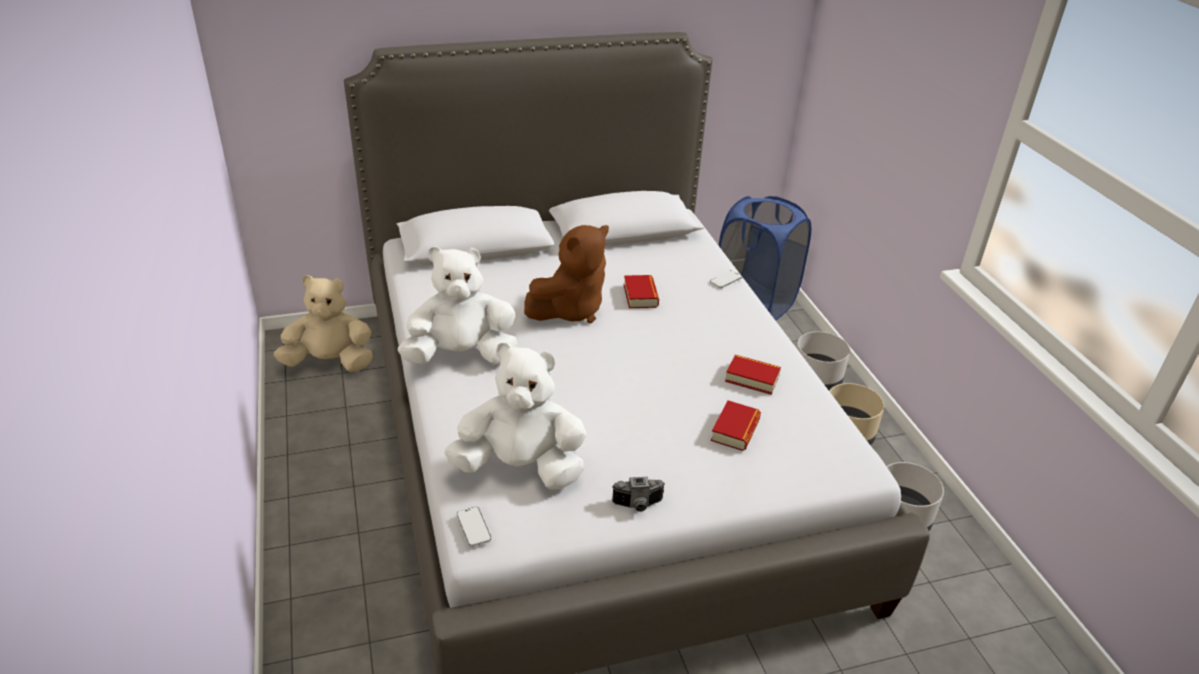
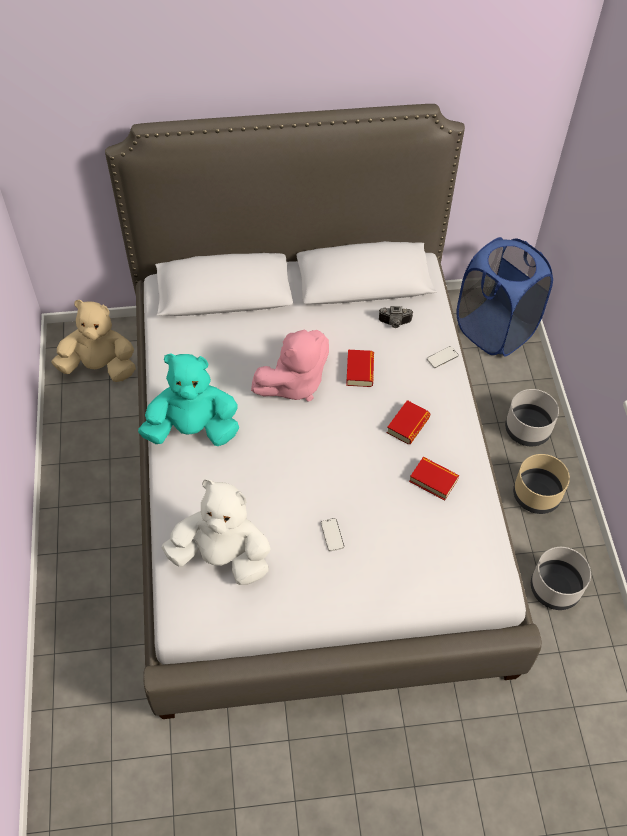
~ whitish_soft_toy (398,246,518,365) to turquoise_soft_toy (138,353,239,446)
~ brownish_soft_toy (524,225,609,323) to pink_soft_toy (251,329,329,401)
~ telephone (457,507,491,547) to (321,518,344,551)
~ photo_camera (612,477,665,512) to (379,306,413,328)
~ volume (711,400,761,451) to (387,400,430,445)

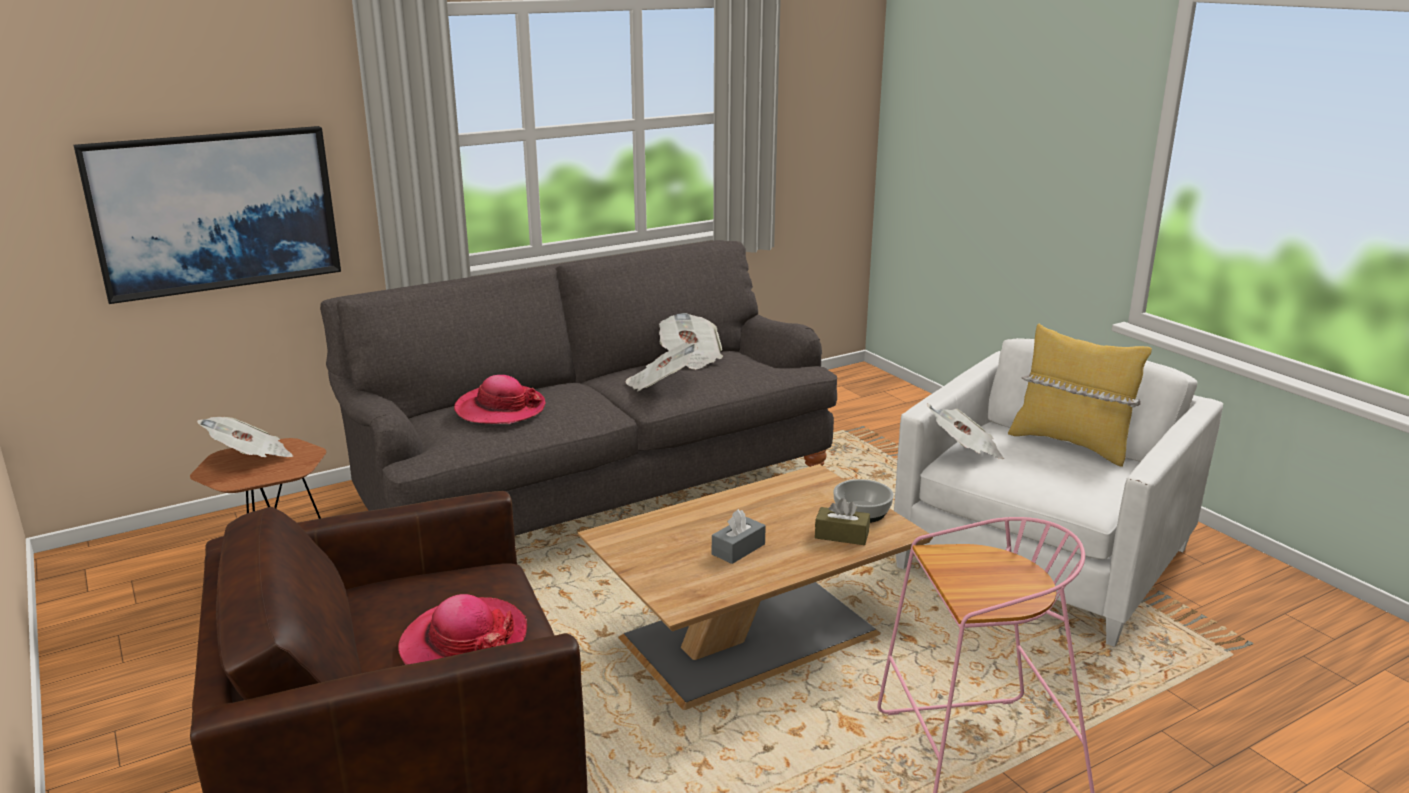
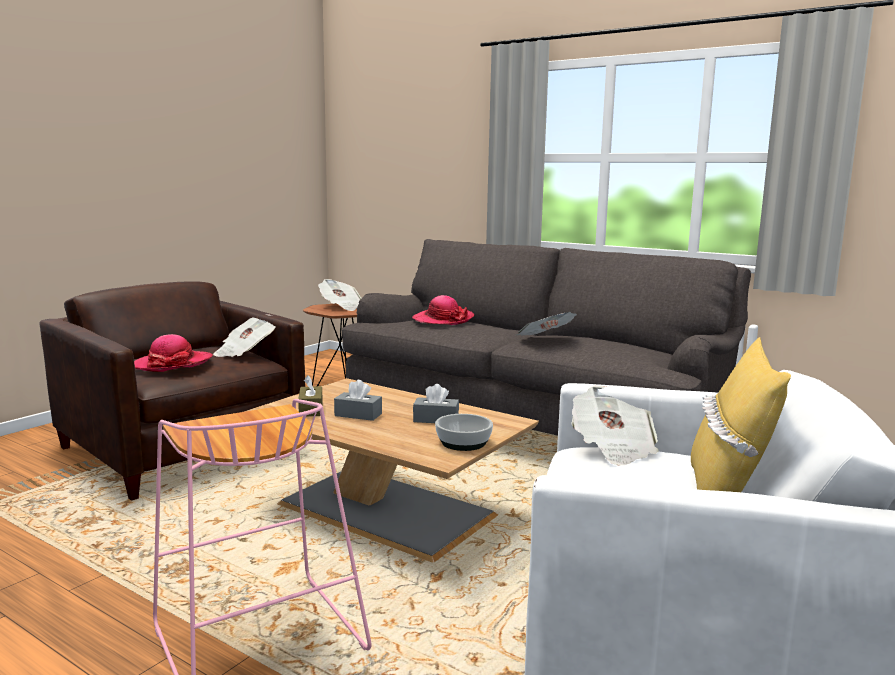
~ printed_paper (659,313,723,370) to (213,314,275,357)
~ brownish_tissue_holder (815,498,870,545) to (298,375,323,416)
+ gray_tissue_holder (413,384,459,423)
- wall_picture (73,126,341,304)

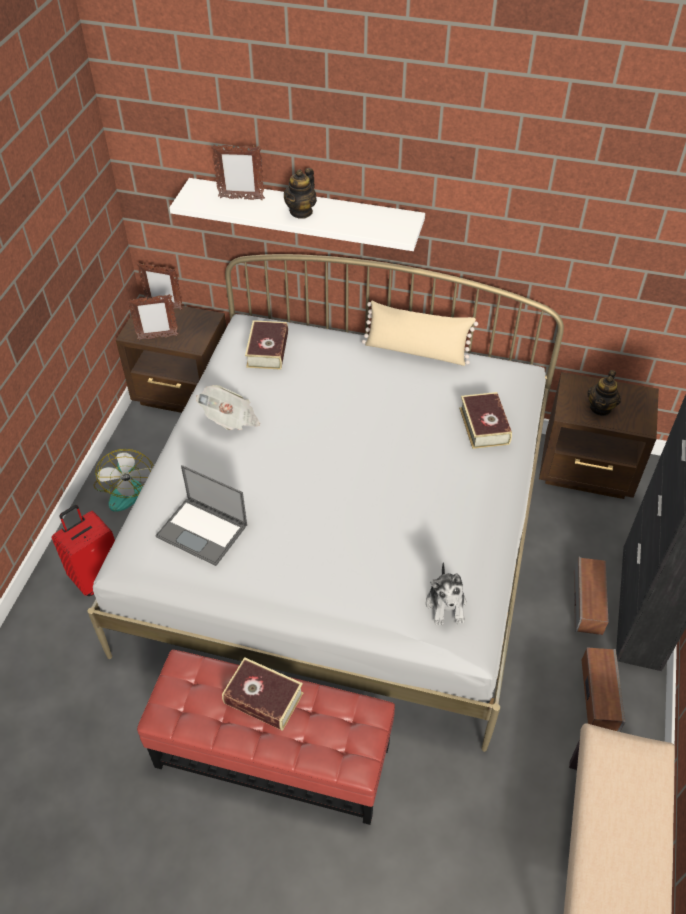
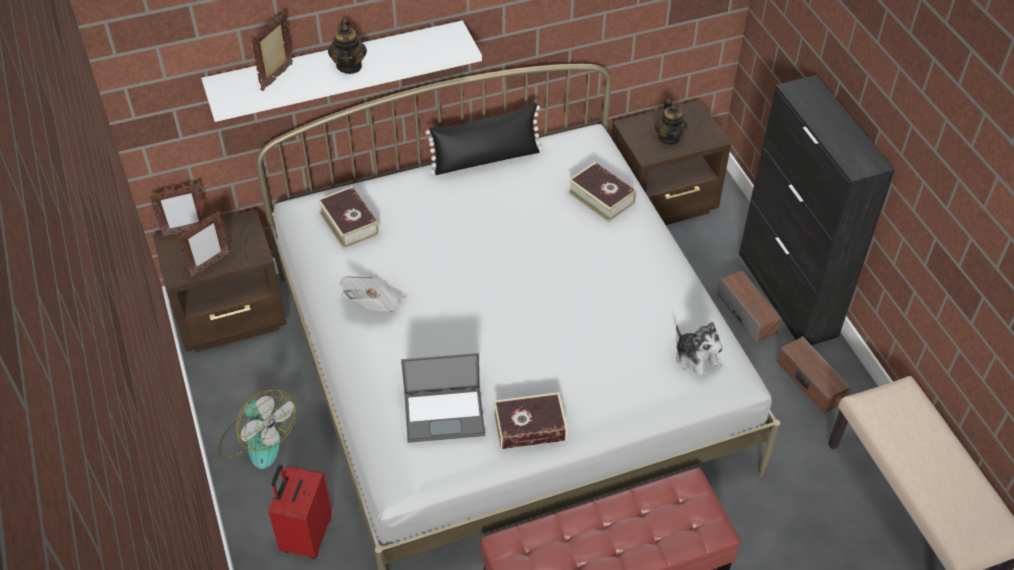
~ picture_frame (211,145,265,200) = (251,11,293,91) 150 degrees clockwise
~ beige_throw_pillow (362,301,478,366) to black_throw_pillow (425,103,543,175)
~ volume (222,657,303,731) to (494,392,568,449)

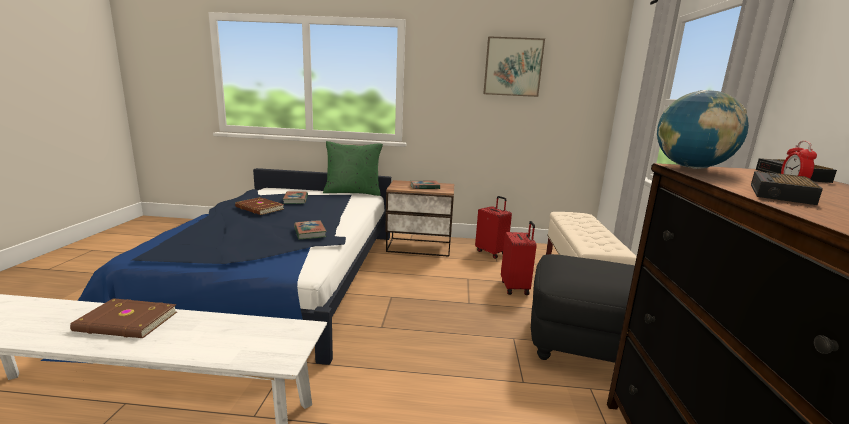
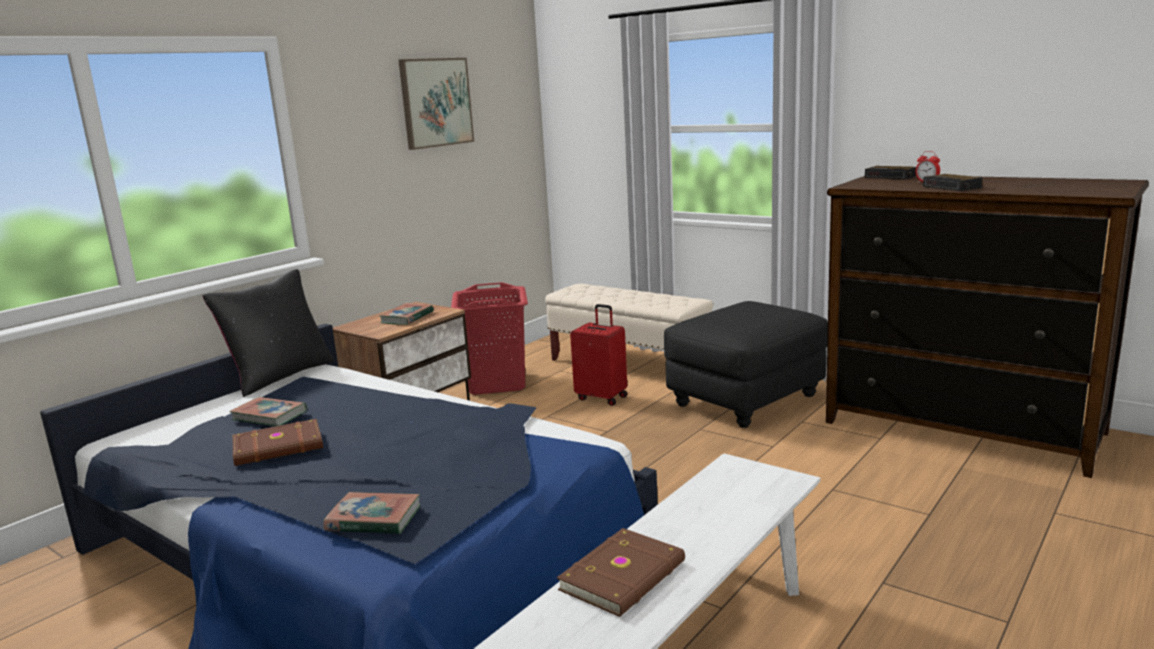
~ greenish_throw_pillow (323,141,383,196) to black_throw_pillow (203,269,334,397)
~ volume (294,220,327,240) to (323,492,421,534)
~ reddish_suitcase (475,196,512,259) to reddish_washing_basket (451,282,528,395)
- globe (657,90,749,169)

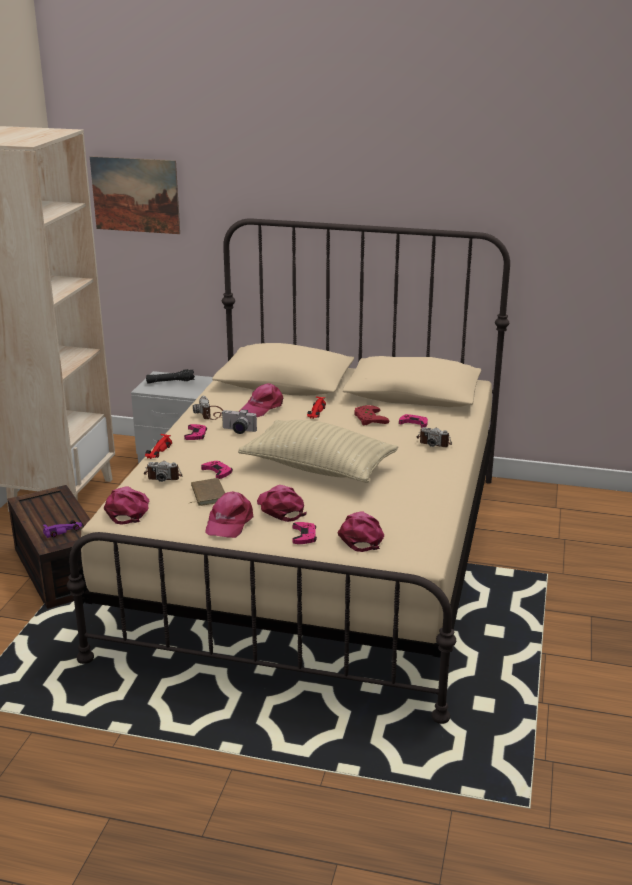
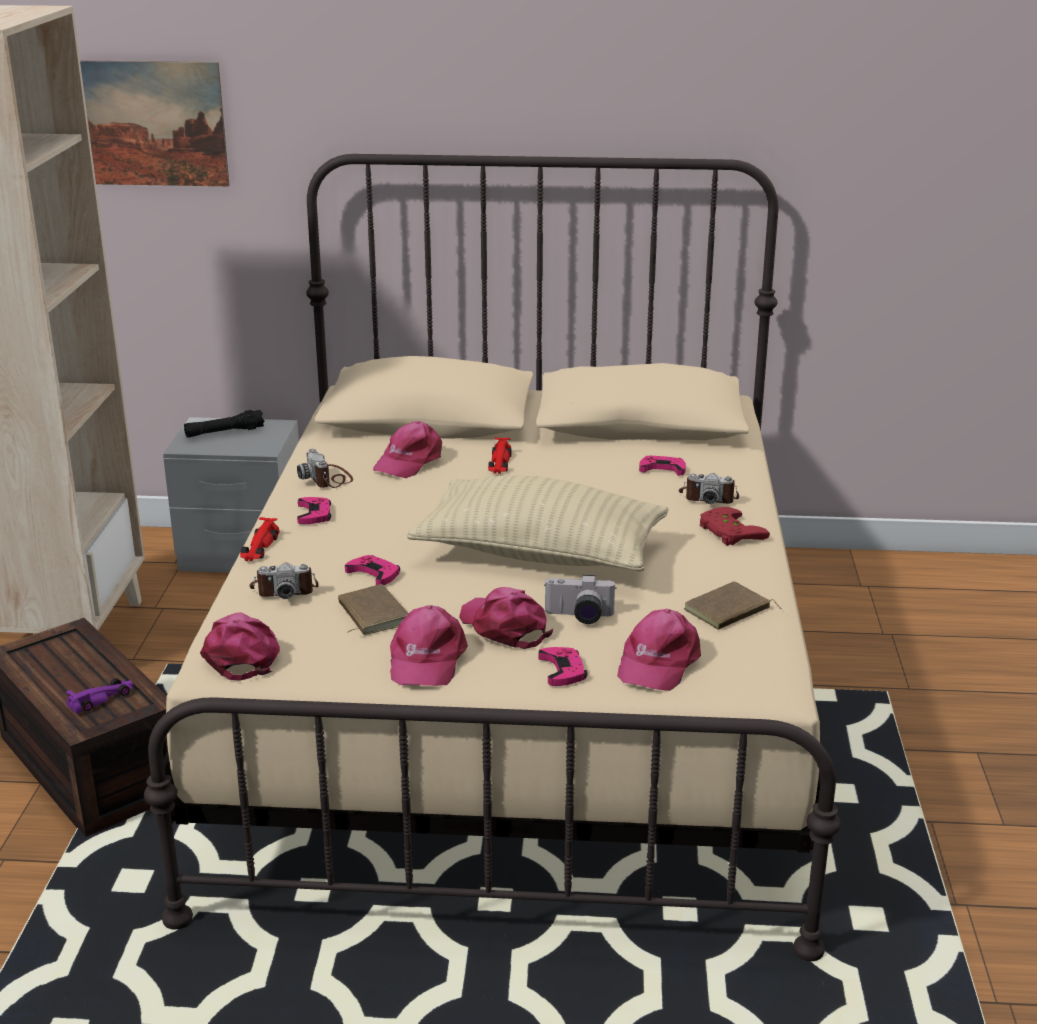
~ photo_camera (221,410,257,434) to (544,575,616,624)
~ pink_cap (337,511,384,552) = (617,609,701,691) 150 degrees counterclockwise
+ brownish_volume (684,581,781,630)
~ reddish_game_controller (354,405,390,426) to (700,507,770,546)

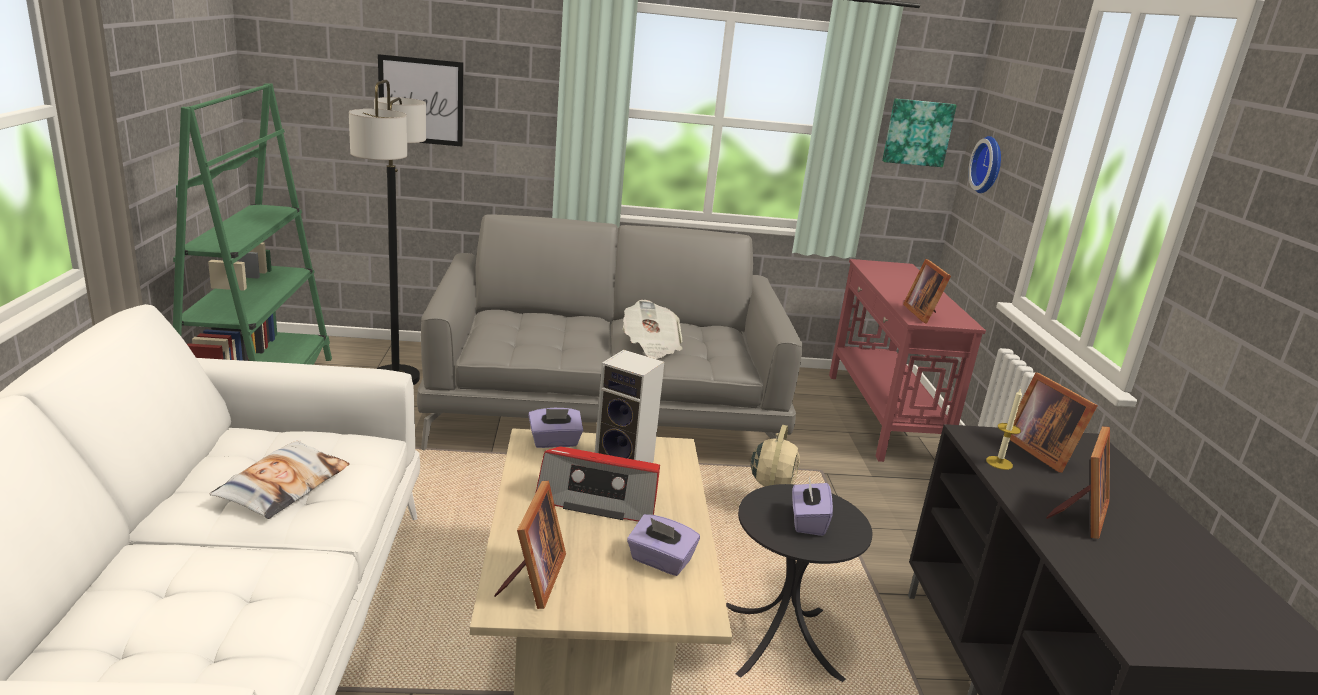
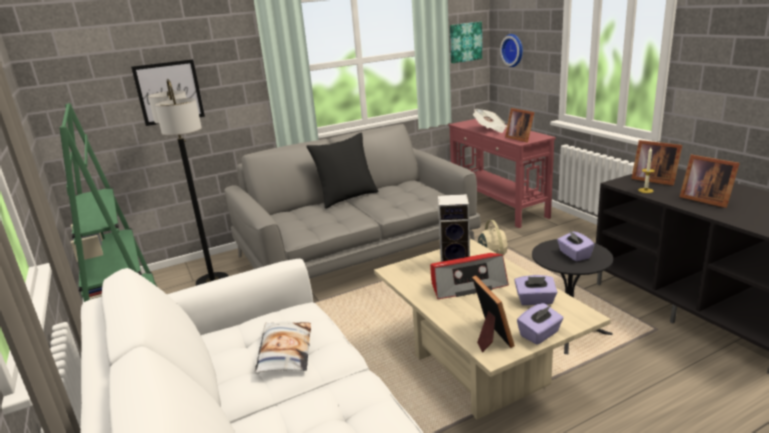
+ black_throw_pillow (307,132,378,209)
~ printed_paper (622,300,682,359) to (473,109,507,133)
~ purplish_tissue_holder (528,408,583,448) to (517,303,564,345)
~ picture_frame (1046,426,1110,539) = (679,155,740,208) 135 degrees clockwise

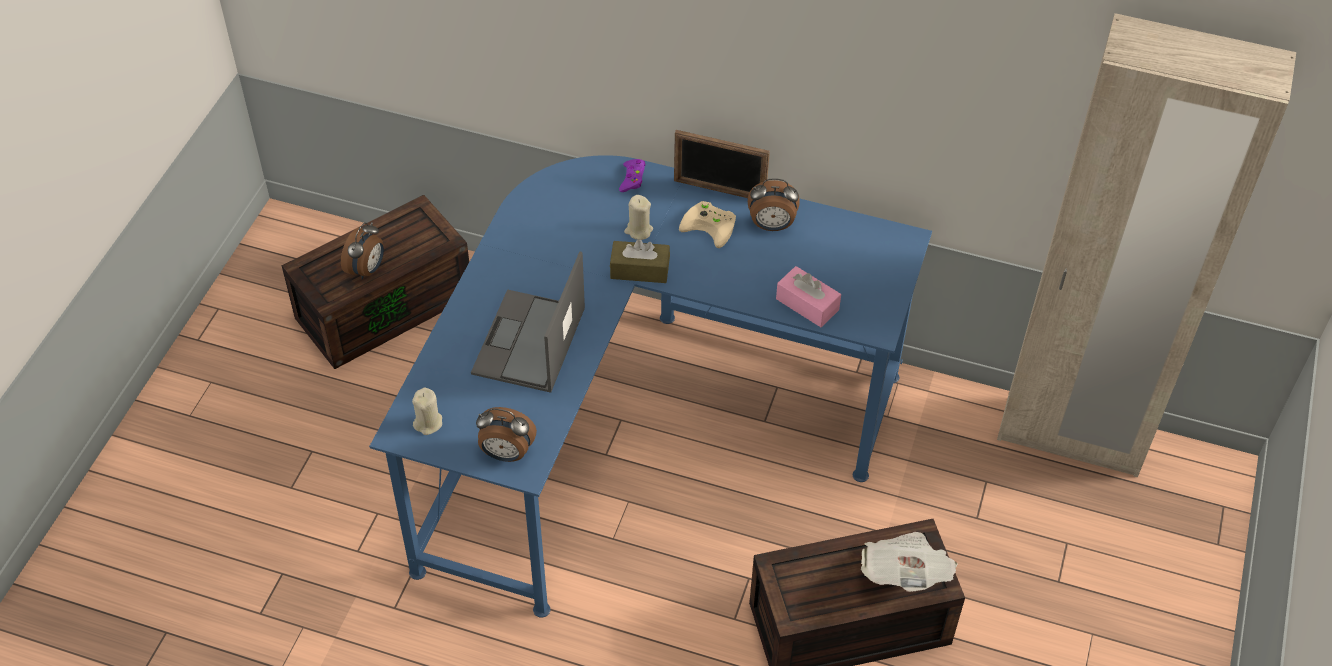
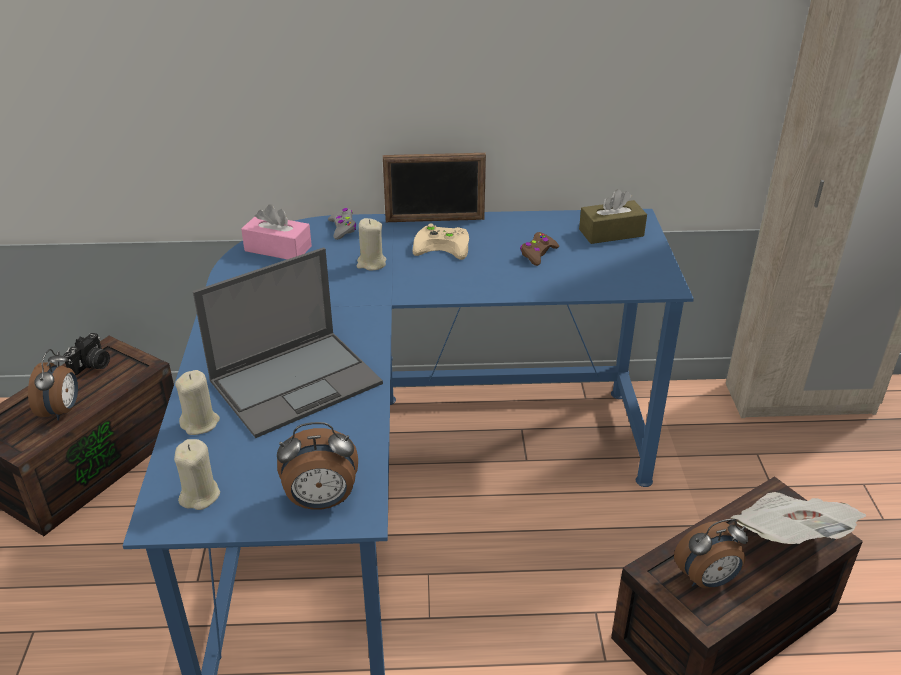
+ photo_camera (64,333,110,376)
+ beige_candle (175,370,220,435)
~ laptop (471,251,585,393) = (193,247,383,438) 120 degrees counterclockwise
~ pink_tissue_holder (776,266,841,327) to (241,204,312,259)
~ purplish_game_controller (619,159,645,192) to gray_game_controller (328,208,356,240)
+ brownish_game_controller (520,232,559,266)
~ brownish_tissue_holder (610,239,670,283) to (579,189,647,244)
~ bedside_clock (748,178,799,231) to (674,519,748,588)

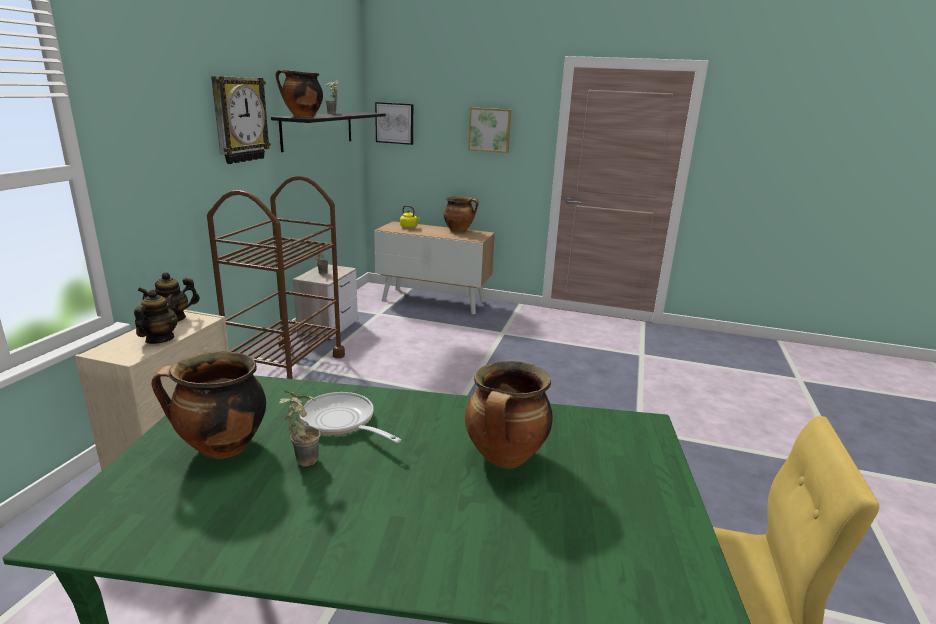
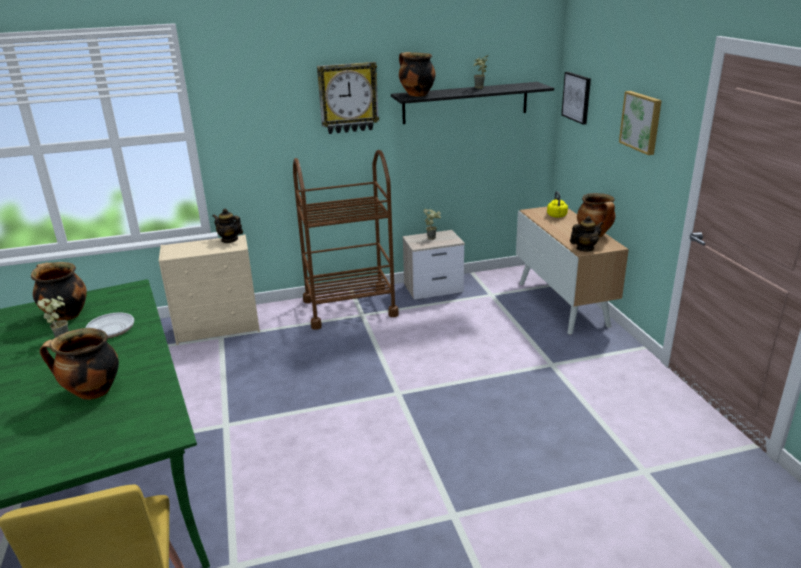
~ teapot (134,290,178,344) to (570,216,604,251)

